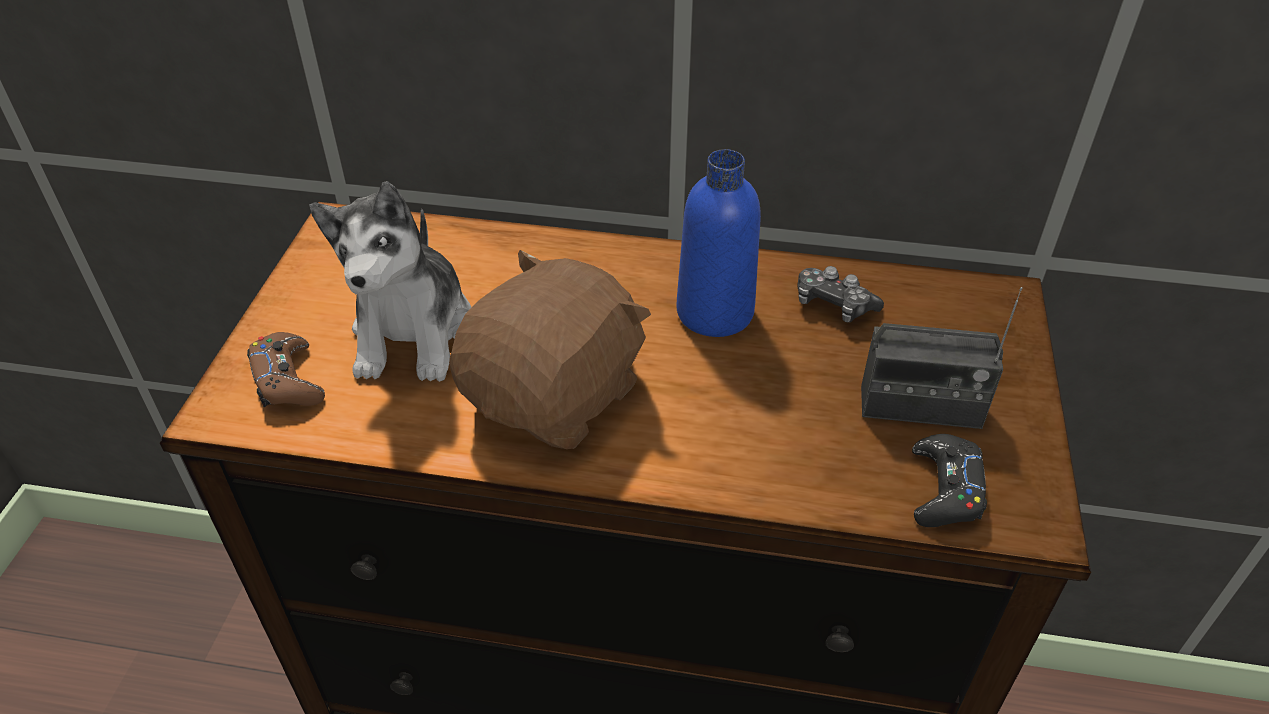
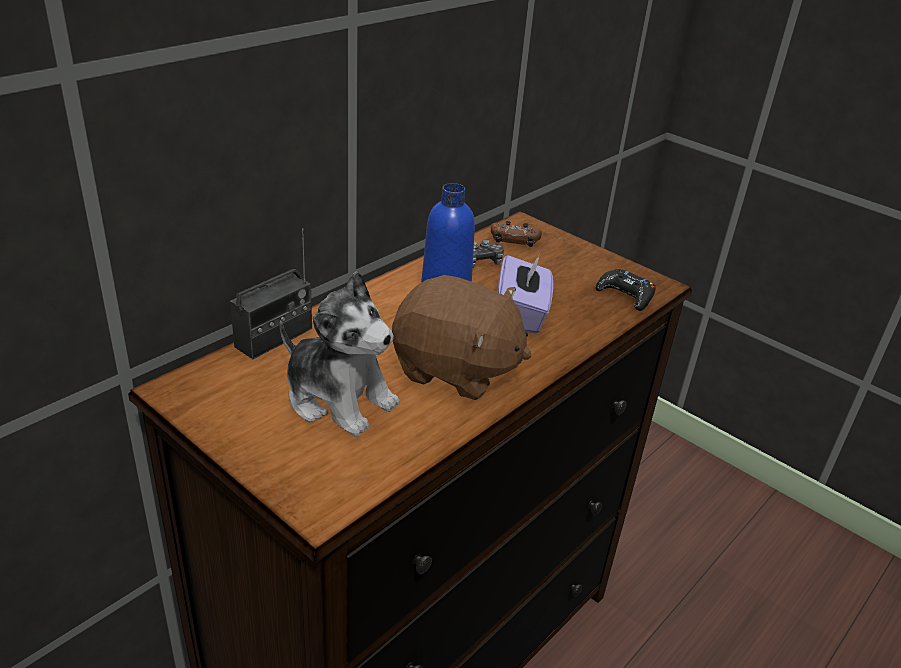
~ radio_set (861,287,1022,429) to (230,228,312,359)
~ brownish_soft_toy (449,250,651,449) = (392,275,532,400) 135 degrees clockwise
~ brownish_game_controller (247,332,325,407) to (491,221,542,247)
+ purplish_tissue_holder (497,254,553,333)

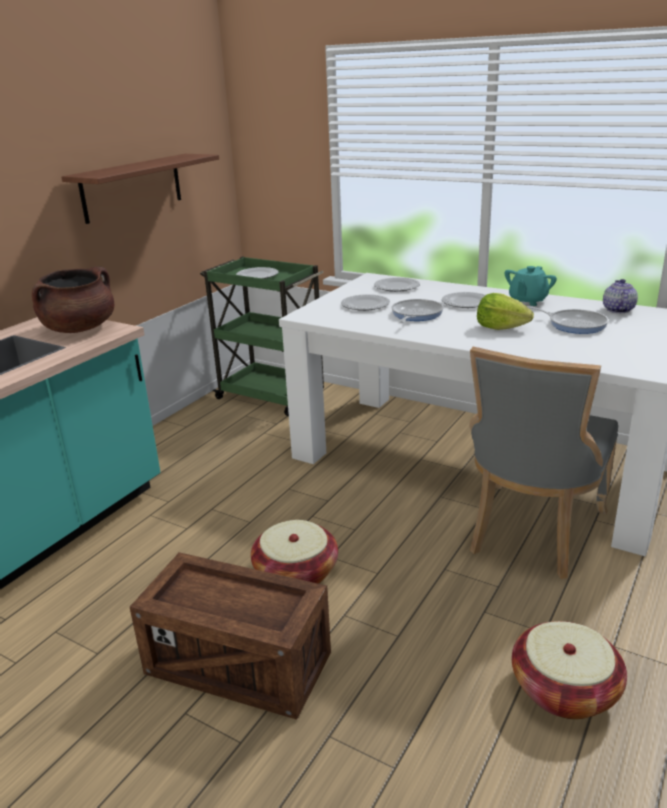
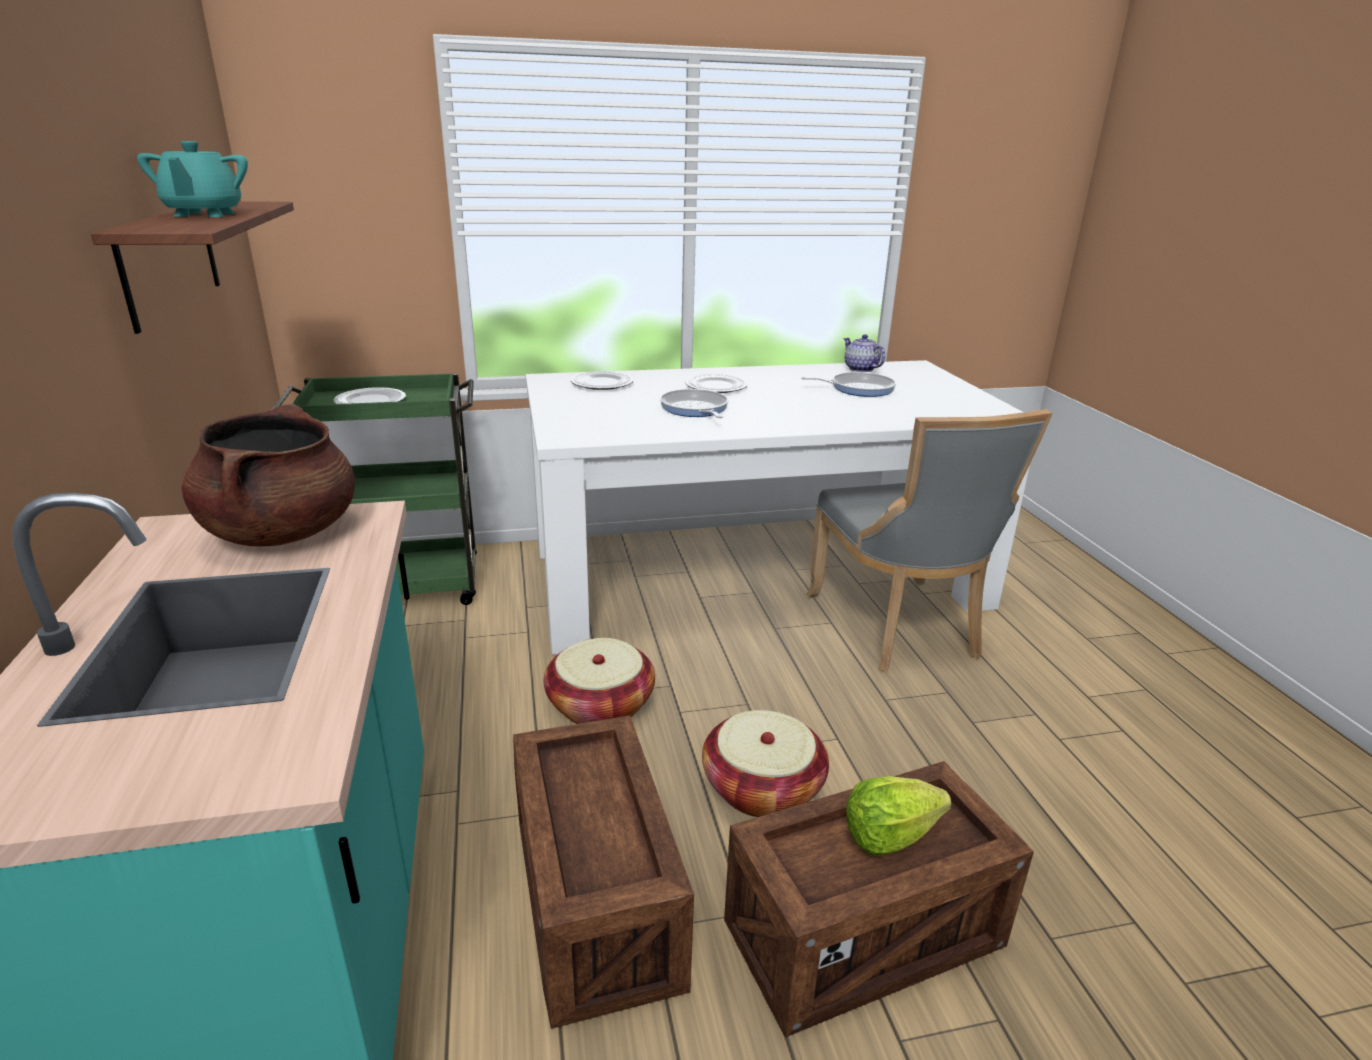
~ turquoise_teapot (505,266,557,306) to (137,141,248,217)
+ packing_crate (513,715,694,1029)
~ basket (512,621,627,720) to (544,638,655,724)
~ lettuce (477,293,534,330) to (846,776,951,856)
- flat_dish (341,294,390,311)

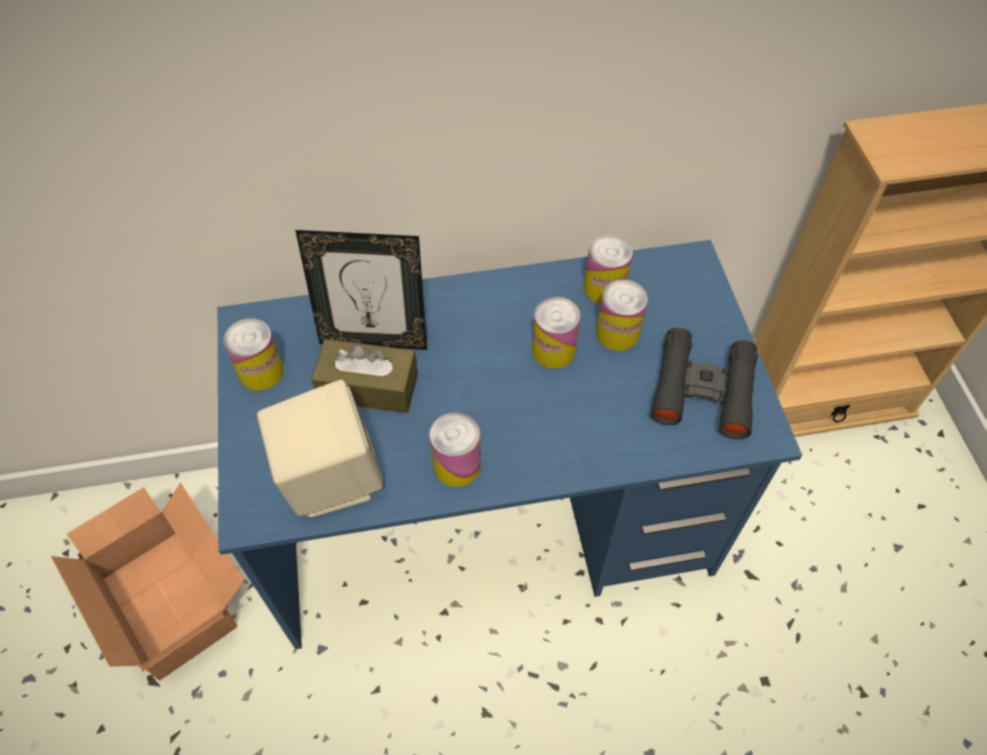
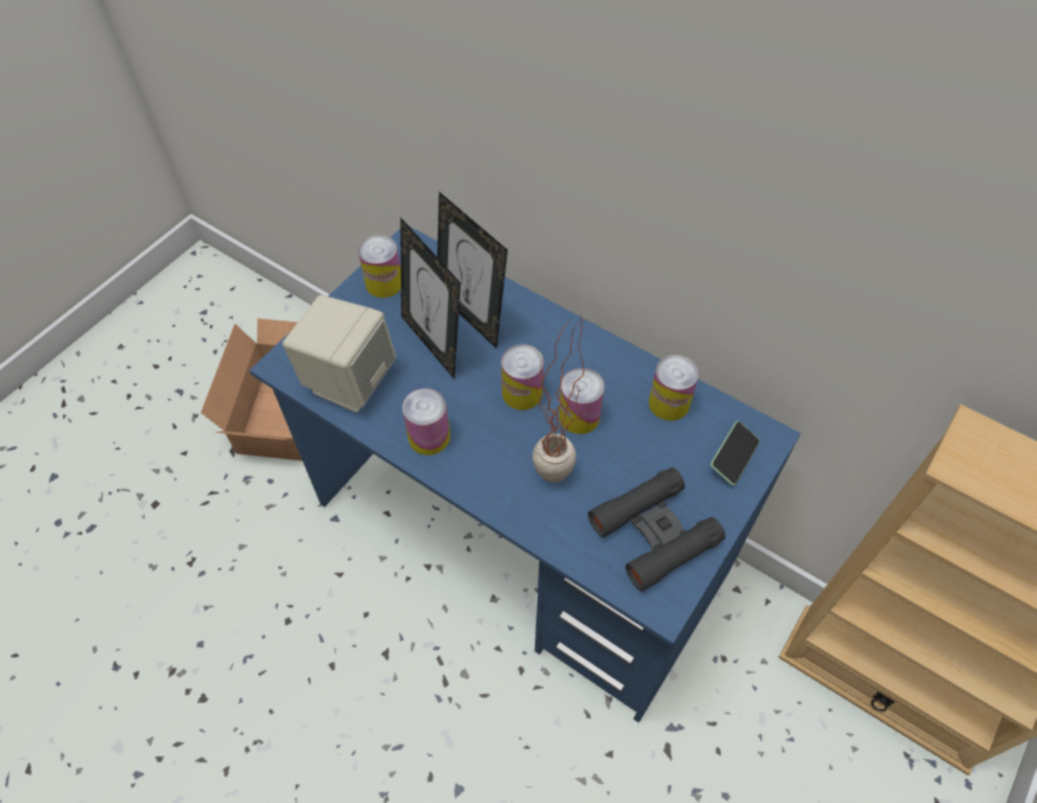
~ brownish_tissue_holder (311,339,418,413) to picture_frame (400,217,461,379)
~ can (596,280,648,351) to (501,344,544,410)
+ houseplant (526,314,585,482)
+ telephone (711,421,760,485)

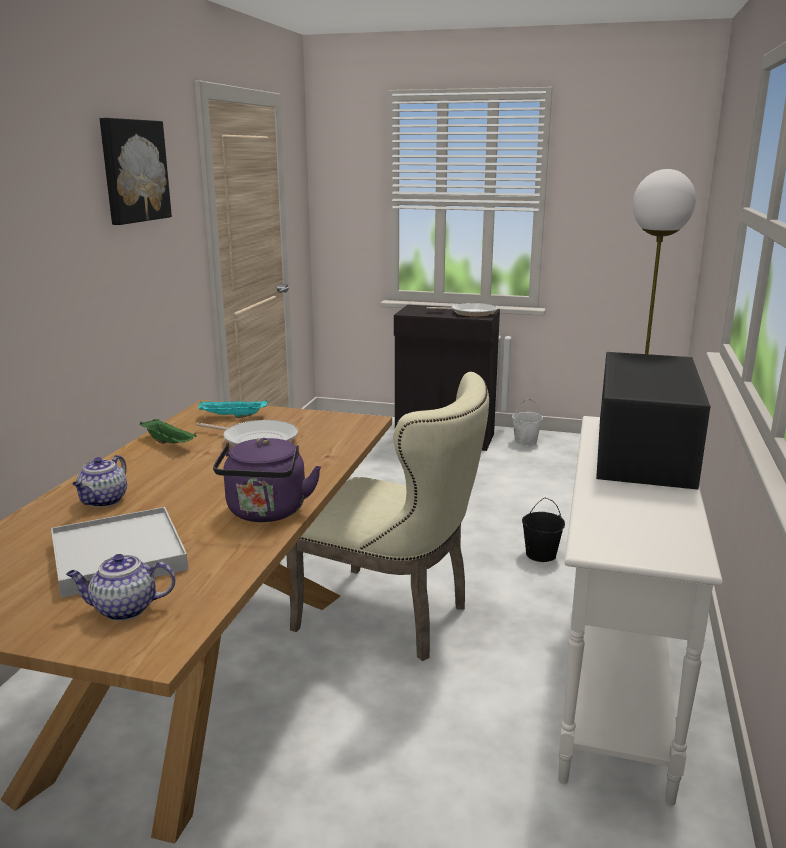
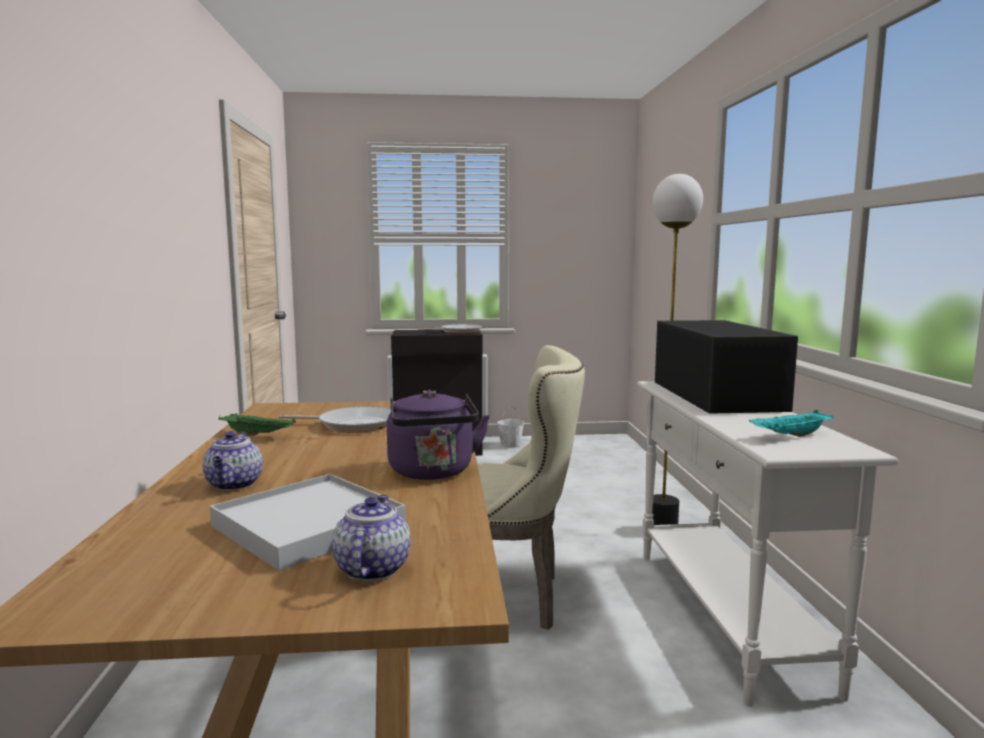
~ teapot (66,554,175,621) = (332,495,411,581) 120 degrees clockwise
~ turquoise_tray (198,400,267,418) to (749,410,834,437)
- wall_picture (99,118,172,225)
- black_bucket (522,498,565,562)

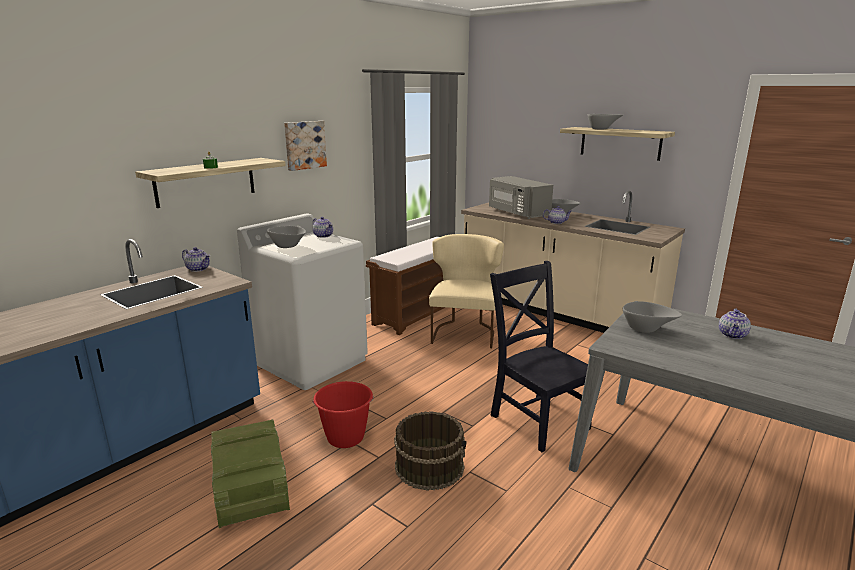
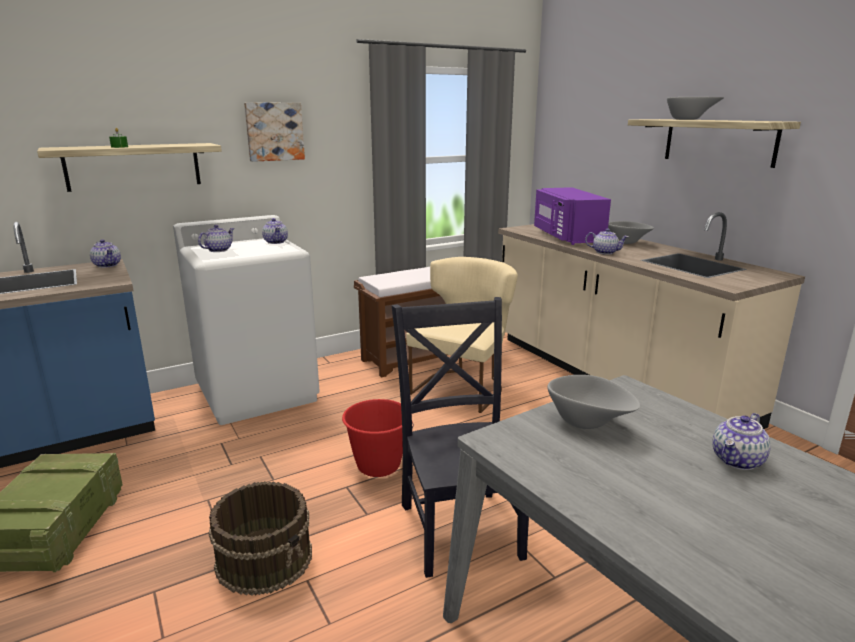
~ gray_serving_bowl (267,226,306,248) to teapot (198,225,235,252)
~ reddish_bucket (312,381,374,448) to (342,399,414,477)
~ gray_microwave_oven (489,176,553,219) to purplish_microwave_oven (534,187,611,245)

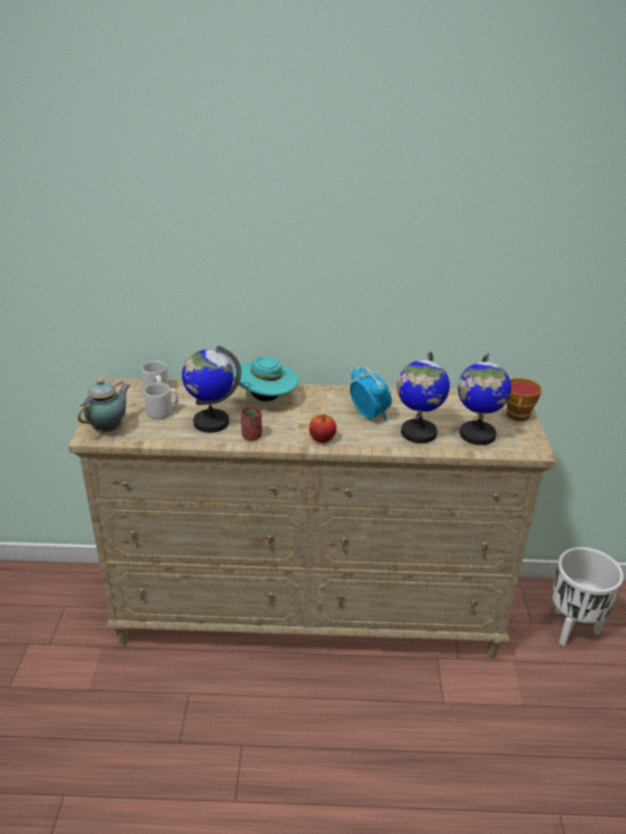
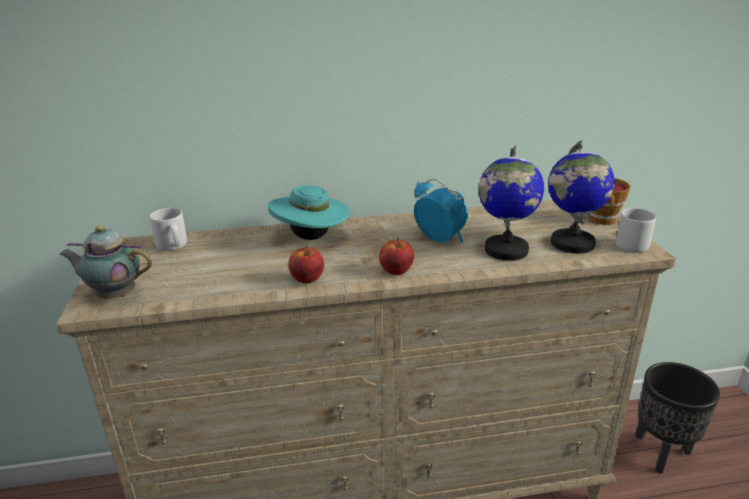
~ teapot (78,379,130,432) = (59,225,152,298) 105 degrees counterclockwise
~ reddish_cup (241,407,262,441) to apple (289,246,324,284)
~ gray_mug (144,383,178,419) to (616,208,656,253)
~ whitish_flower_pot (552,547,623,646) to black_flower_pot (636,362,720,474)
- globe (182,345,241,433)

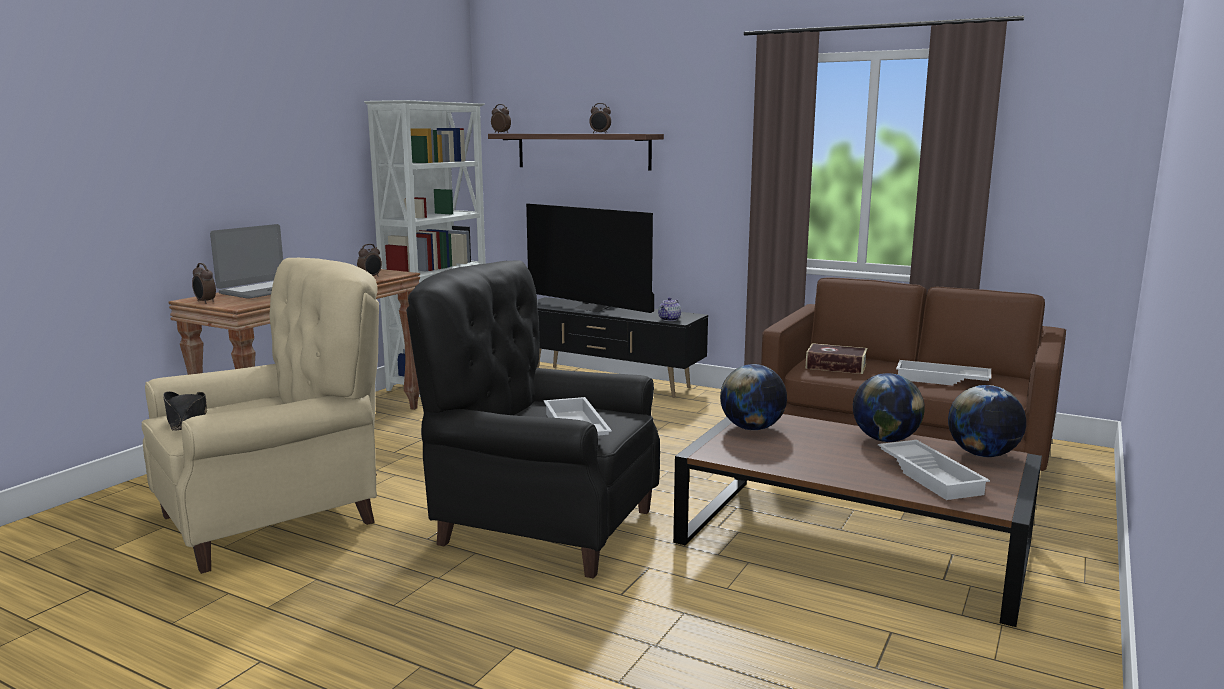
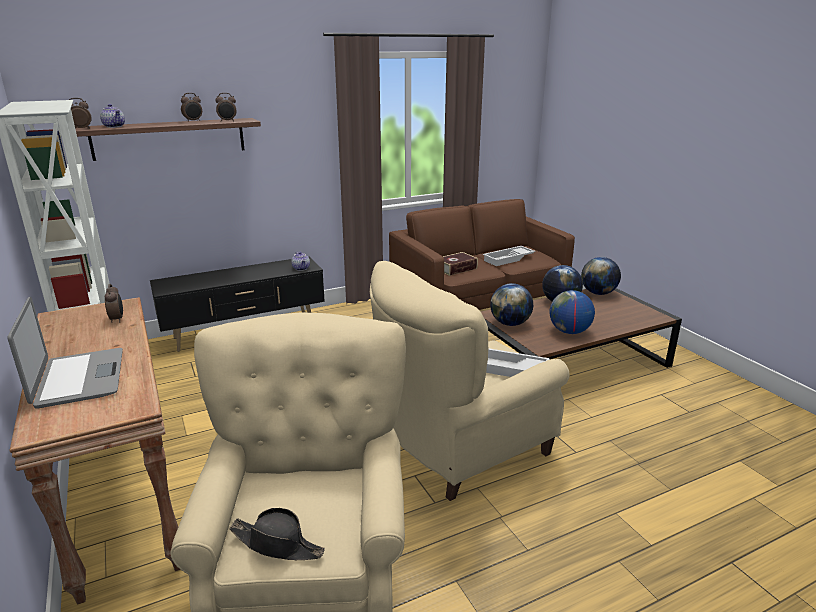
+ teapot (100,104,125,128)
~ bedside_clock (192,263,216,304) to (216,93,237,122)
~ black_armchair (406,260,660,579) to beige_armchair (370,261,570,501)
+ globe (549,290,595,334)
- television (526,203,654,313)
- whitish_tray (878,440,990,500)

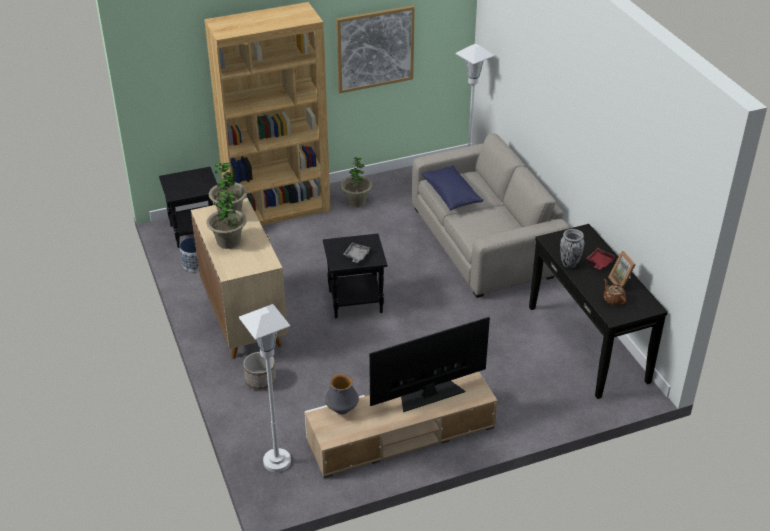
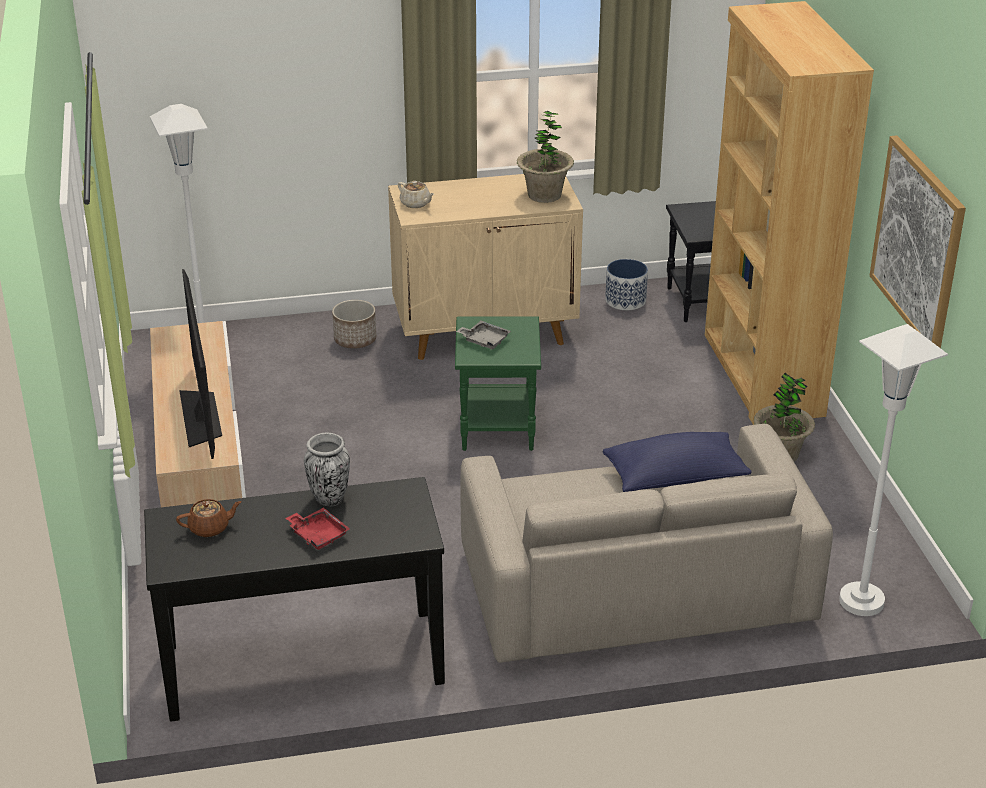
+ beige_teapot (398,181,434,208)
~ black_side_table (323,234,387,318) to greenish_side_table (455,316,541,451)
- houseplant (206,190,247,249)
- vase (325,374,359,414)
- picture_frame (608,251,636,288)

